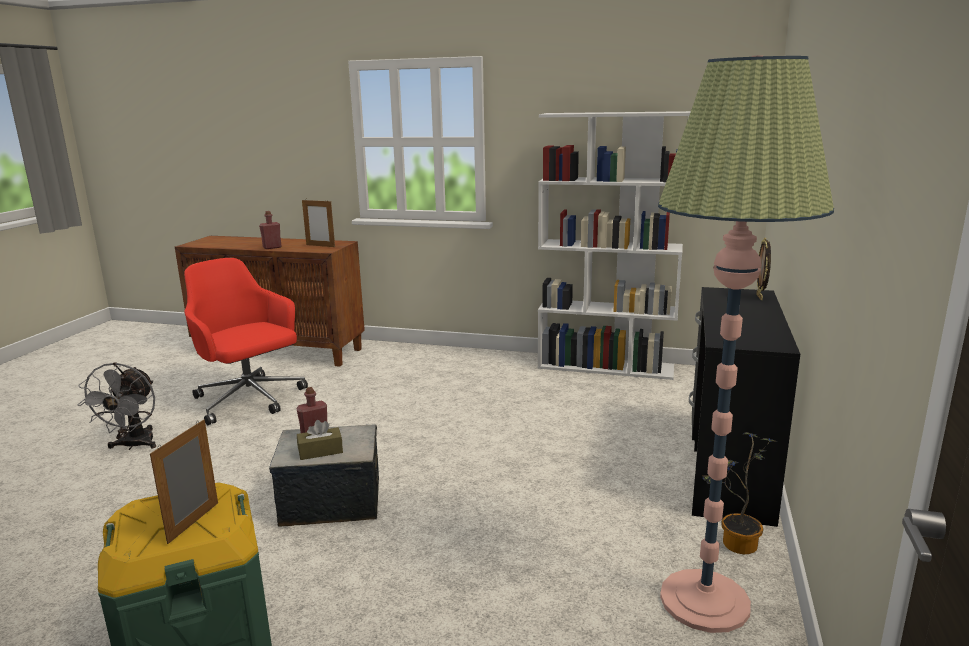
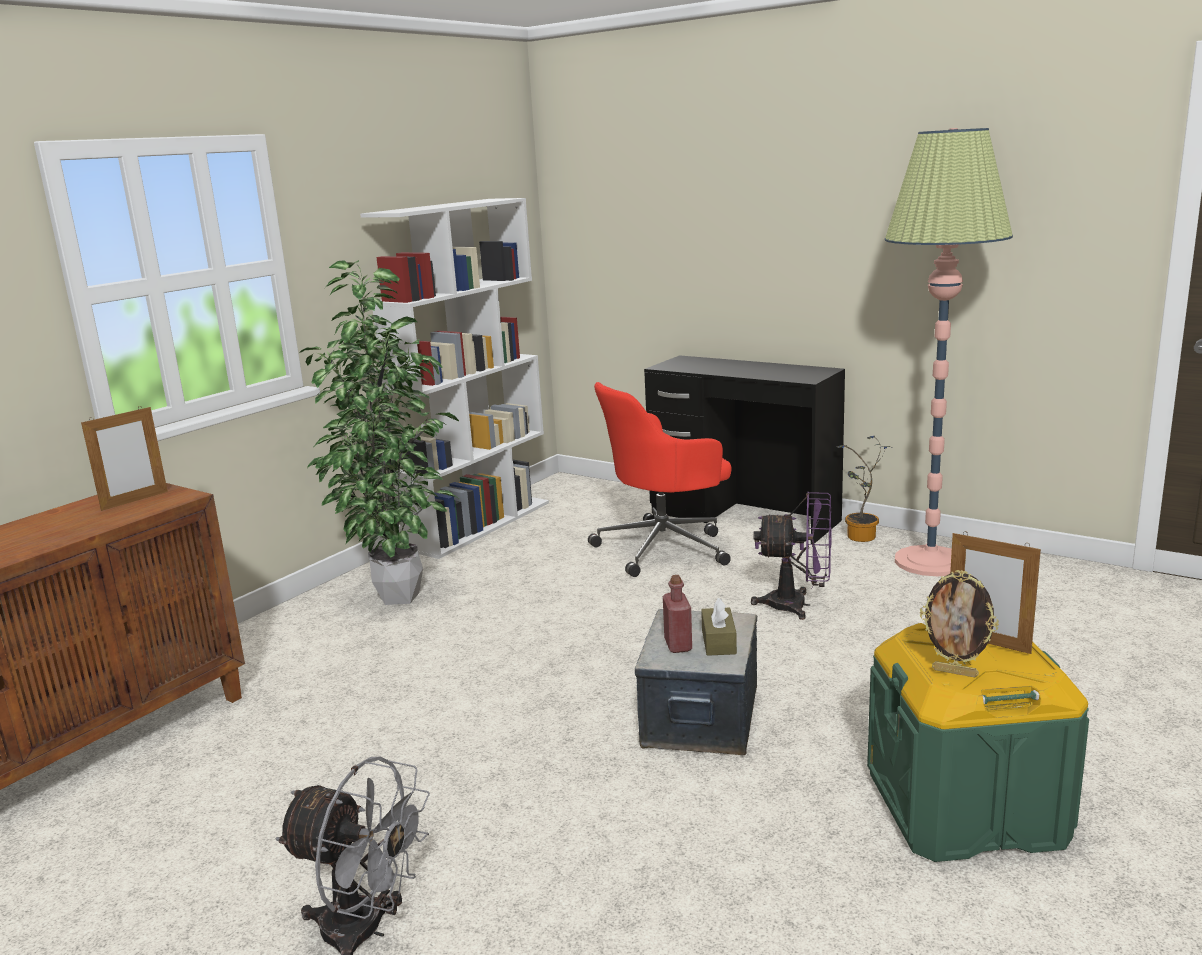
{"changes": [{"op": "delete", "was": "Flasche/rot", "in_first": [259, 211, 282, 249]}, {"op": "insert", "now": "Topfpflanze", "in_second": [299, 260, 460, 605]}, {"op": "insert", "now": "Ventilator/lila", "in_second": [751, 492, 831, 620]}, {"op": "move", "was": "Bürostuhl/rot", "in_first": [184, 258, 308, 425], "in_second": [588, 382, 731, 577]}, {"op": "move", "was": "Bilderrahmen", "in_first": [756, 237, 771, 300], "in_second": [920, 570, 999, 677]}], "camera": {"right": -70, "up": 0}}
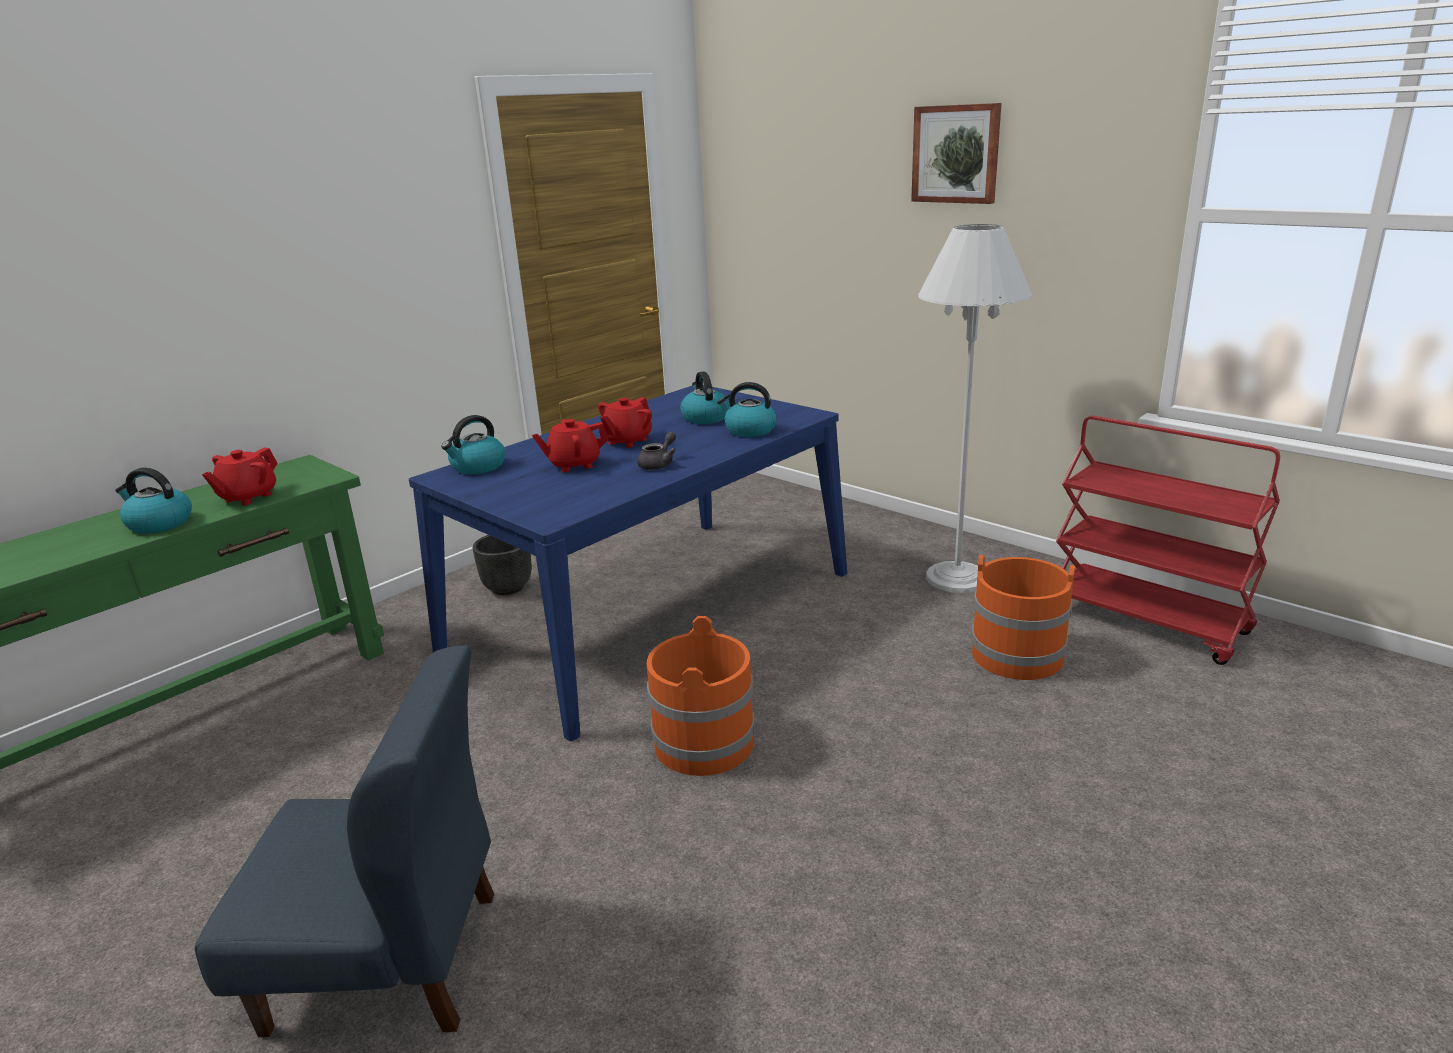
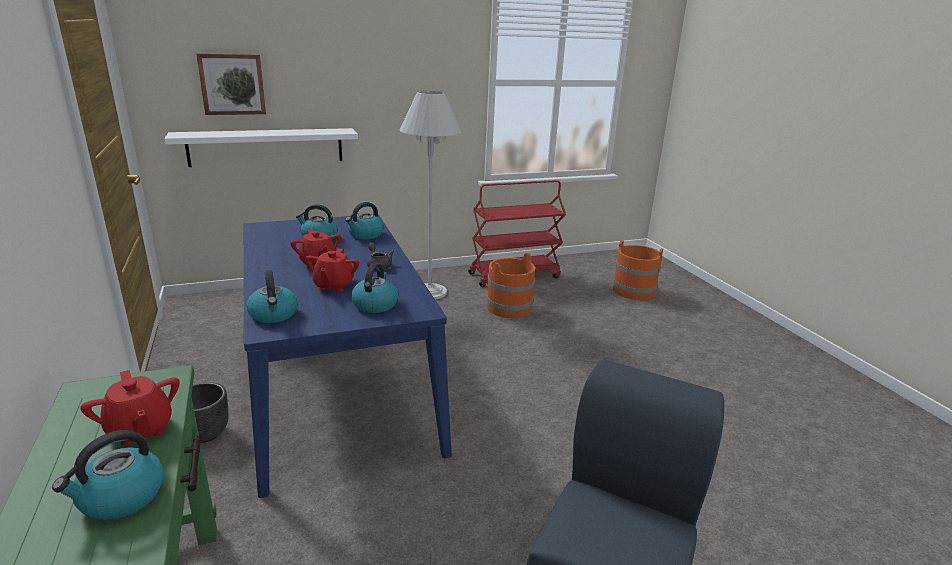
{"changes": [{"op": "insert", "now": "Wandregal/weiß", "in_second": [164, 128, 358, 167]}, {"op": "insert", "now": "Wasserkessel", "in_second": [351, 263, 398, 313]}, {"op": "move", "was": "Eimer/orange", "in_first": [647, 616, 755, 776], "in_second": [613, 240, 663, 300]}, {"op": "move", "was": "Bild", "in_first": [911, 103, 1001, 204], "in_second": [197, 53, 266, 115]}], "camera": {"right": -65, "up": 0}}
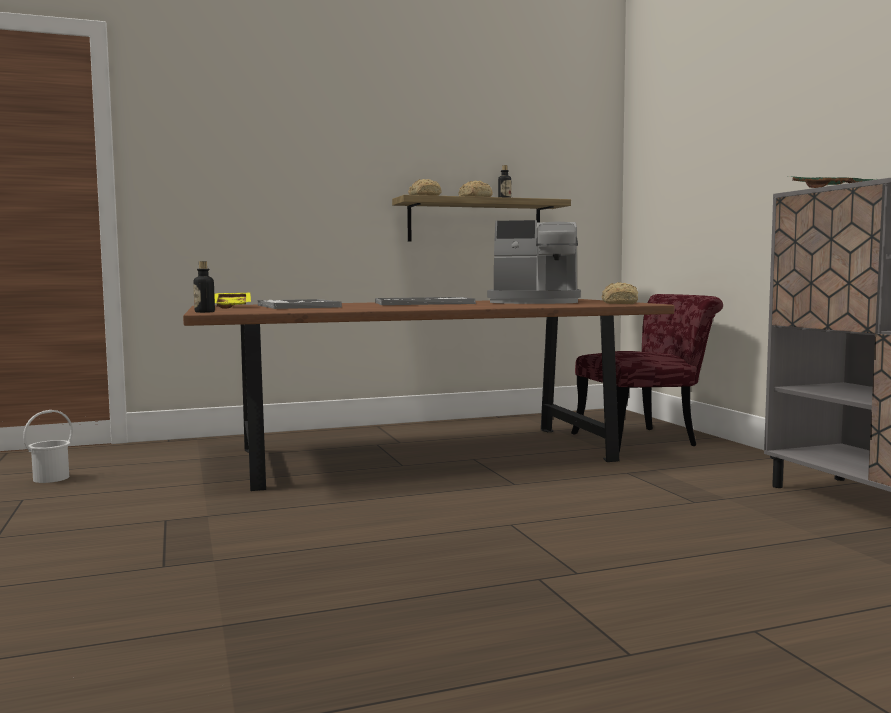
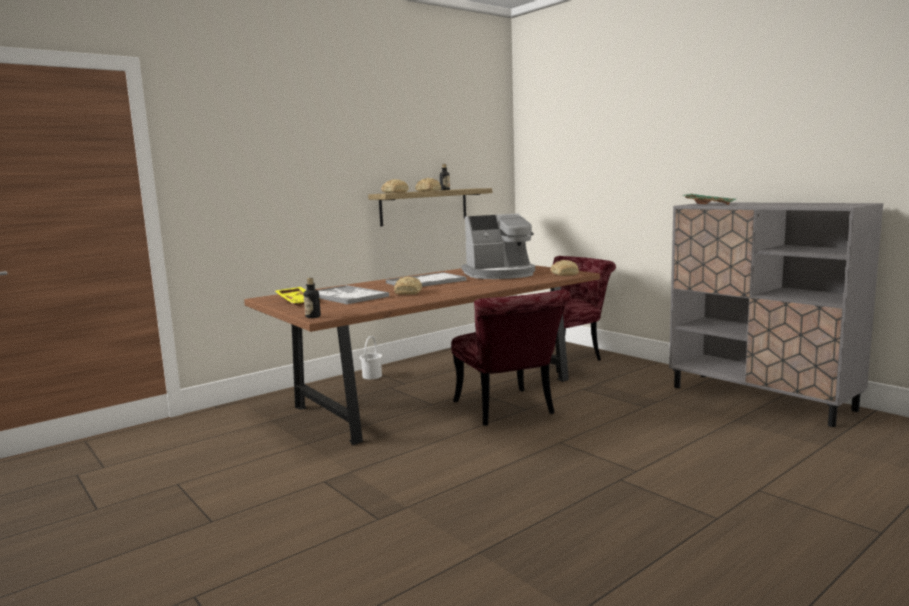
{"changes": [{"op": "insert", "now": "Brot", "in_second": [394, 276, 422, 295]}, {"op": "insert", "now": "Stuhl/rot", "in_second": [451, 290, 571, 426]}, {"op": "move", "was": "Eimer/weiß", "in_first": [23, 410, 73, 483], "in_second": [359, 336, 382, 379]}], "camera": {"right": -20, "up": 5}}
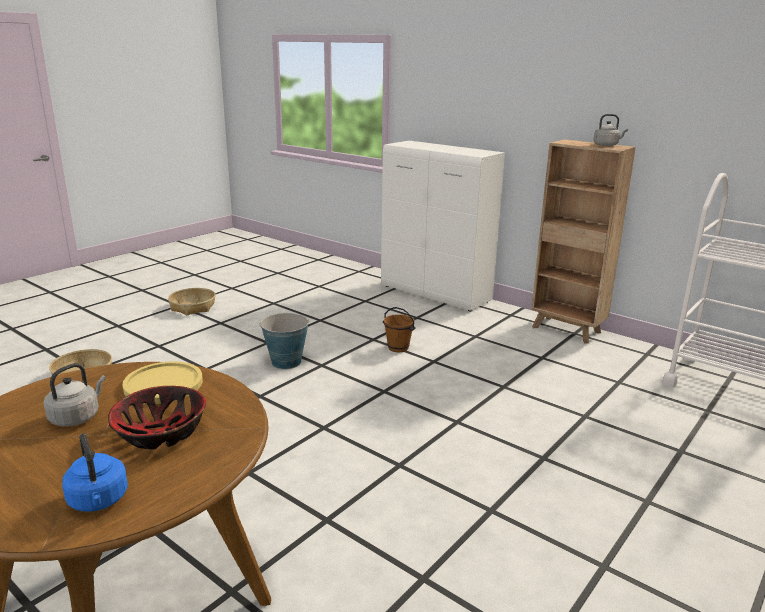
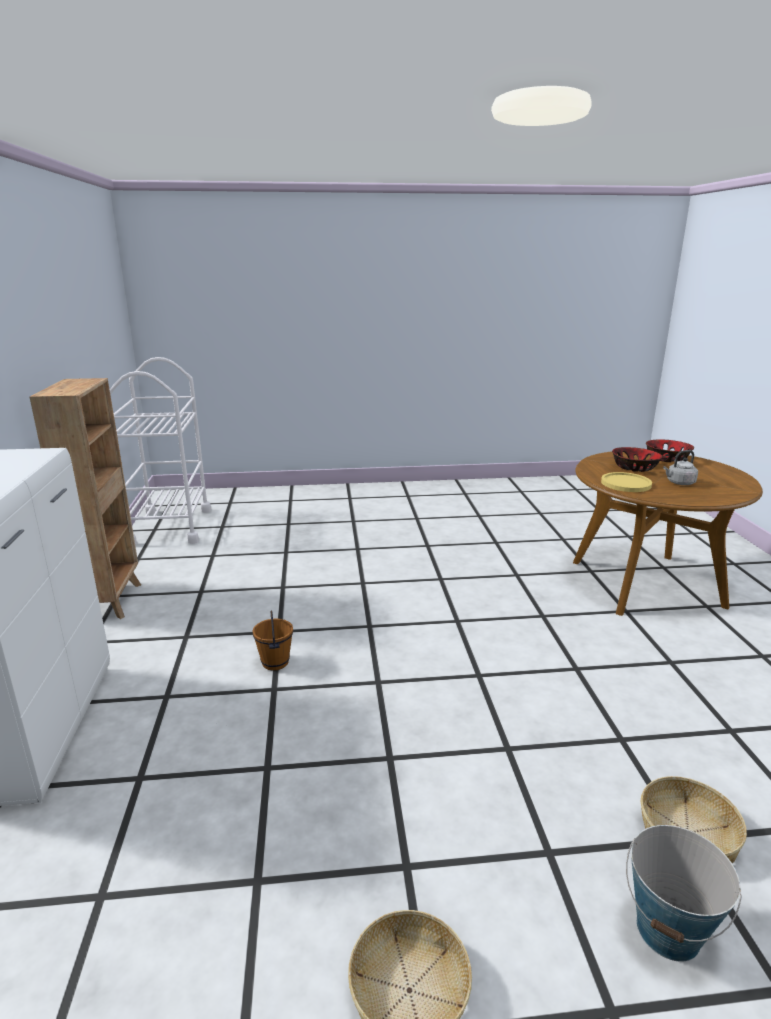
{"changes": [{"op": "delete", "was": "Wasserkessel/grau", "in_first": [593, 114, 628, 146]}, {"op": "move", "was": "Eimer", "in_first": [260, 313, 309, 369], "in_second": [626, 825, 742, 962]}, {"op": "replace", "was": "Wasserkessel/blau", "now": "Schüssel", "in_first": [62, 433, 128, 512], "in_second": [646, 439, 694, 462]}], "camera": {"right": -135, "up": 0}}
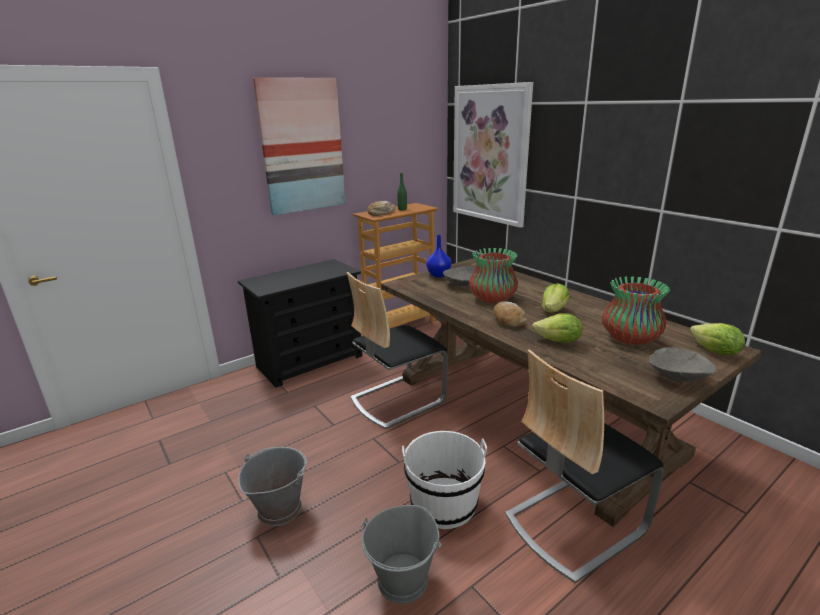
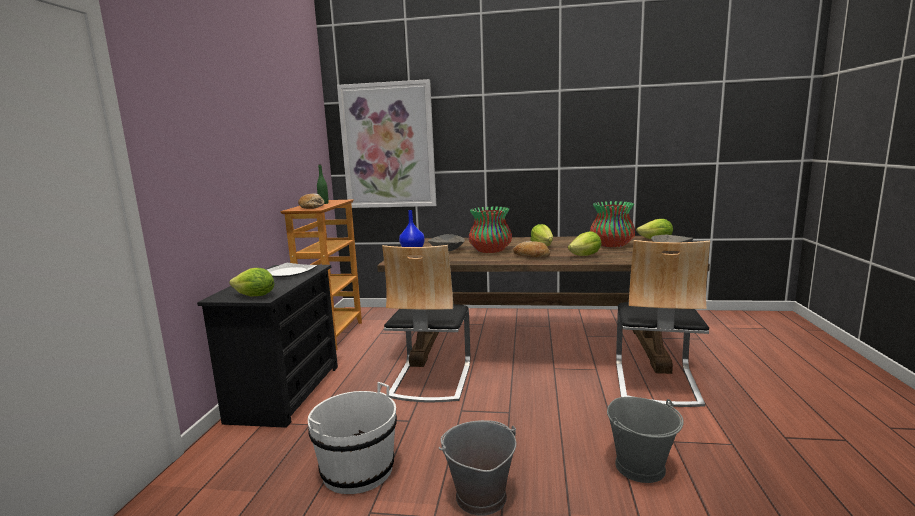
{"changes": [{"op": "delete", "was": "Bild", "in_first": [253, 77, 346, 215]}, {"op": "insert", "now": "Salatkopf", "in_second": [229, 268, 275, 296]}, {"op": "insert", "now": "Teller", "in_second": [267, 263, 317, 277]}, {"op": "move", "was": "Eimer/weiß", "in_first": [402, 431, 487, 529], "in_second": [308, 382, 397, 494]}], "camera": {"right": -45, "up": -10}}
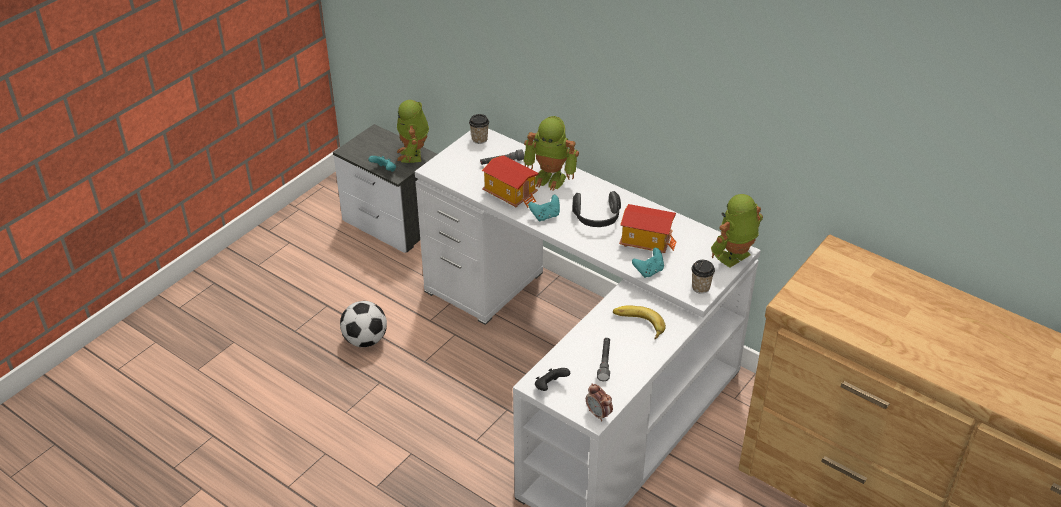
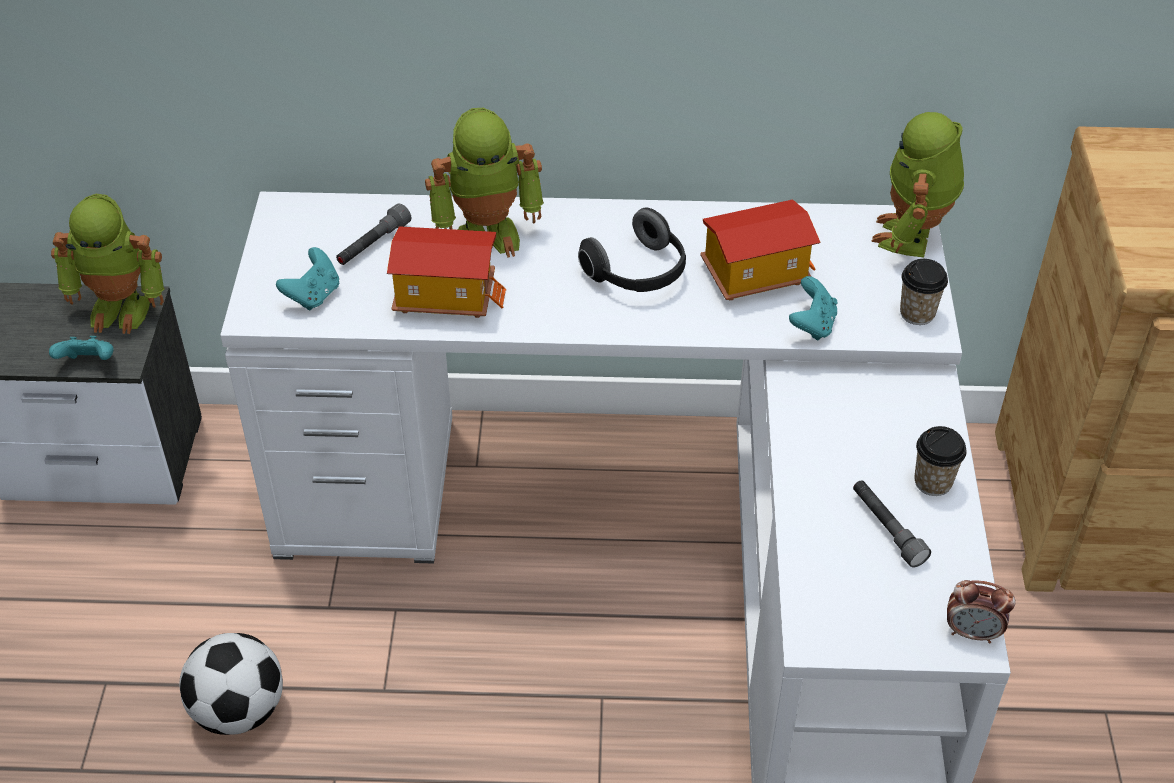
{"changes": [{"op": "delete", "was": "Gamepad/schwarz", "in_first": [535, 368, 570, 391]}, {"op": "delete", "was": "Banane", "in_first": [613, 305, 666, 339]}, {"op": "move", "was": "Tasse", "in_first": [469, 114, 489, 144], "in_second": [914, 426, 967, 496]}, {"op": "move", "was": "Gamepad/türkis", "in_first": [528, 195, 560, 221], "in_second": [276, 247, 339, 311]}, {"op": "rotate", "was": "Spielzeugroboter", "in_first": [397, 100, 429, 163], "in_second": [51, 194, 164, 334], "clockwise": -45}], "camera": {"right": -35, "up": 5}}
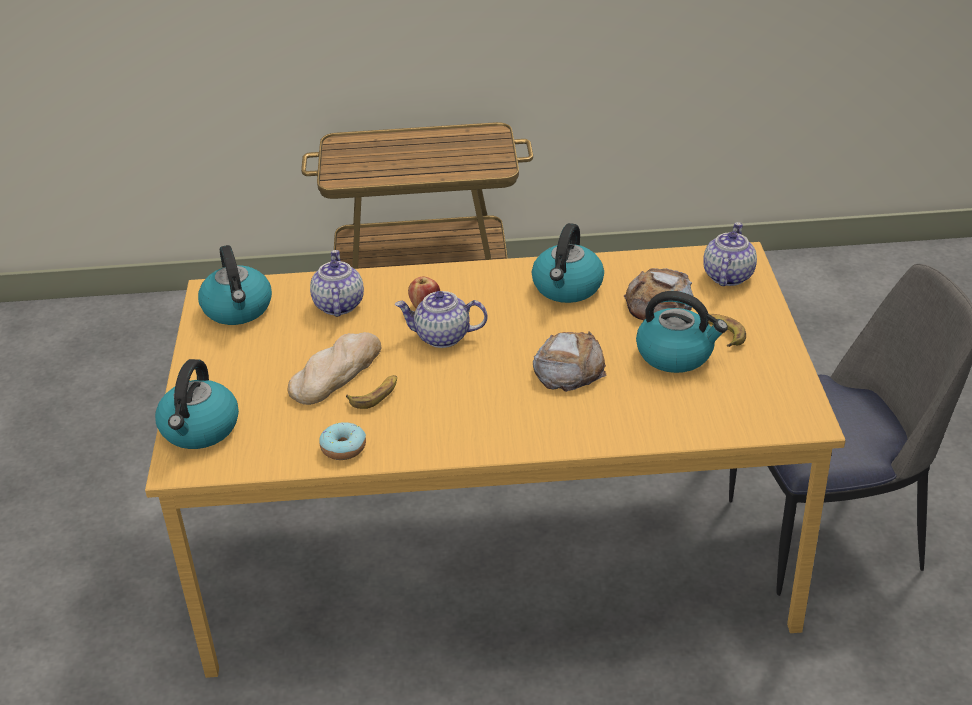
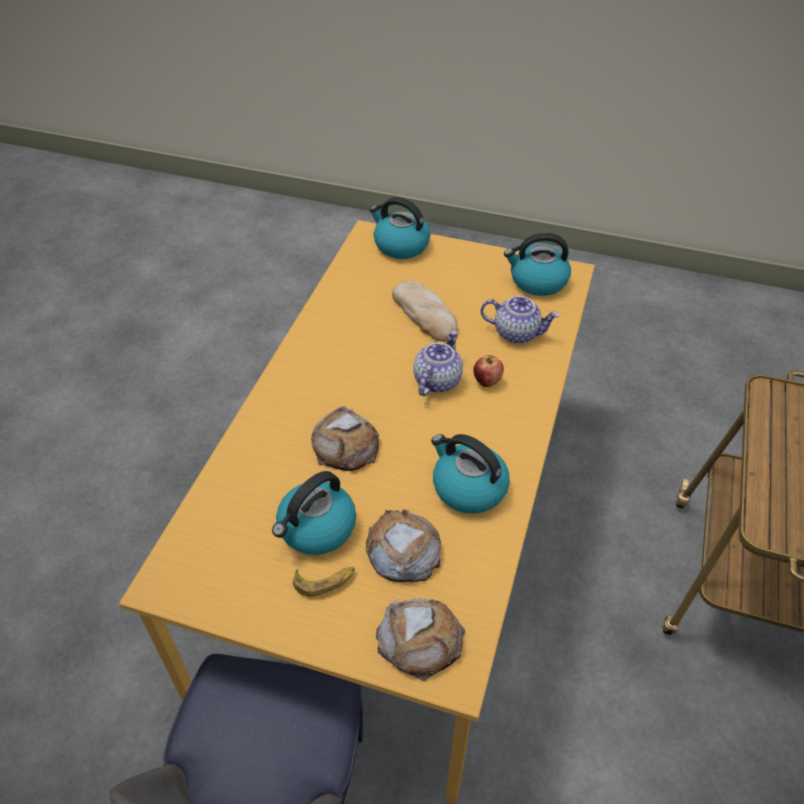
{"changes": [{"op": "delete", "was": "Donut", "in_first": [319, 422, 366, 460]}, {"op": "delete", "was": "Banane", "in_first": [346, 375, 397, 409]}, {"op": "replace", "was": "Teekanne", "now": "Brot", "in_first": [703, 222, 757, 286], "in_second": [376, 599, 465, 681]}], "camera": {"right": 110, "up": 10}}
